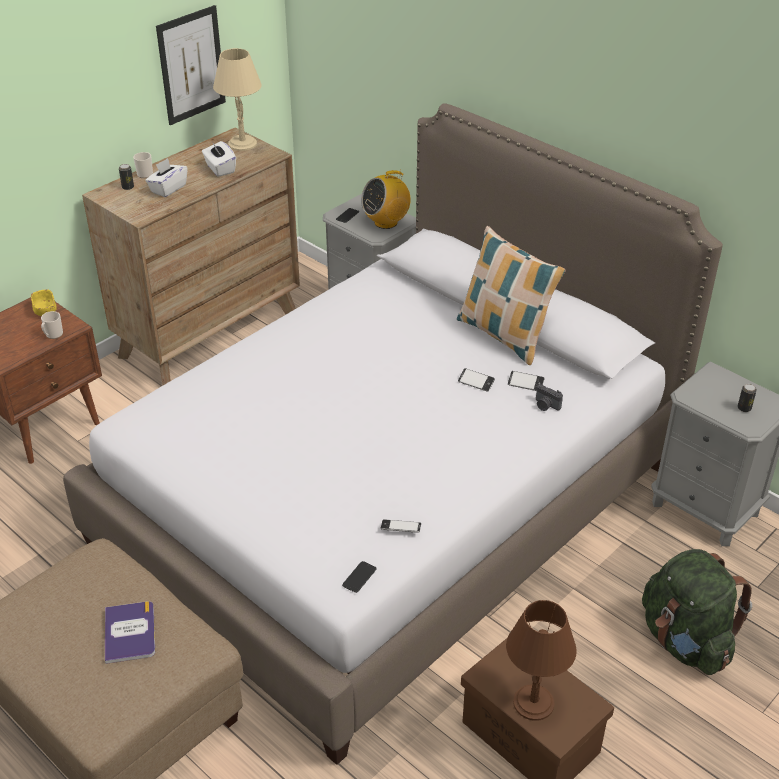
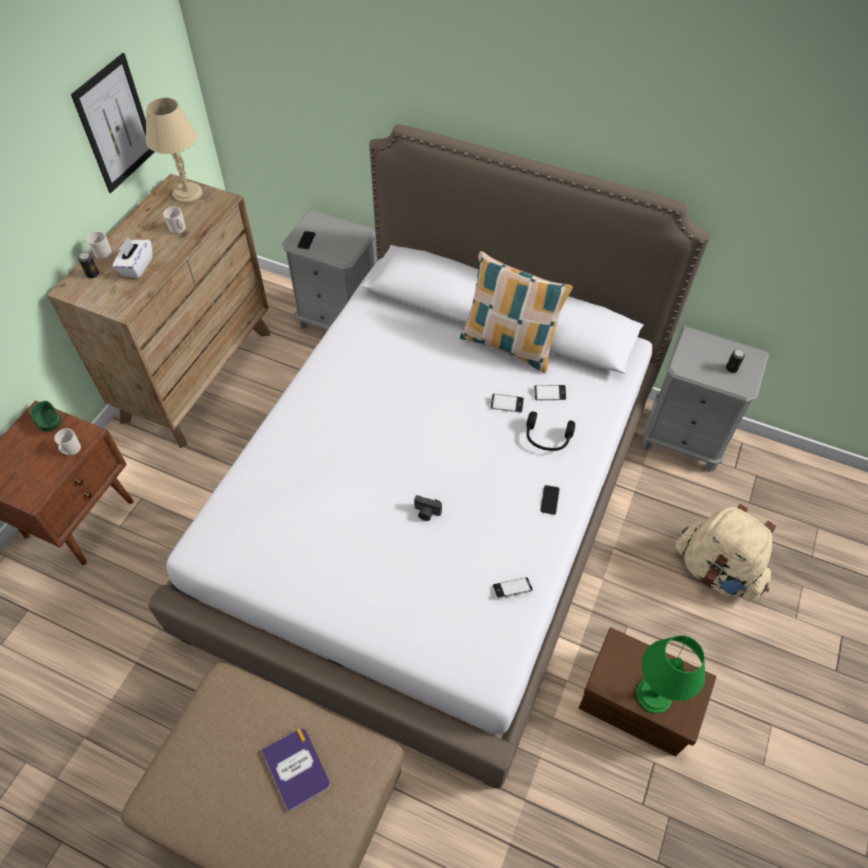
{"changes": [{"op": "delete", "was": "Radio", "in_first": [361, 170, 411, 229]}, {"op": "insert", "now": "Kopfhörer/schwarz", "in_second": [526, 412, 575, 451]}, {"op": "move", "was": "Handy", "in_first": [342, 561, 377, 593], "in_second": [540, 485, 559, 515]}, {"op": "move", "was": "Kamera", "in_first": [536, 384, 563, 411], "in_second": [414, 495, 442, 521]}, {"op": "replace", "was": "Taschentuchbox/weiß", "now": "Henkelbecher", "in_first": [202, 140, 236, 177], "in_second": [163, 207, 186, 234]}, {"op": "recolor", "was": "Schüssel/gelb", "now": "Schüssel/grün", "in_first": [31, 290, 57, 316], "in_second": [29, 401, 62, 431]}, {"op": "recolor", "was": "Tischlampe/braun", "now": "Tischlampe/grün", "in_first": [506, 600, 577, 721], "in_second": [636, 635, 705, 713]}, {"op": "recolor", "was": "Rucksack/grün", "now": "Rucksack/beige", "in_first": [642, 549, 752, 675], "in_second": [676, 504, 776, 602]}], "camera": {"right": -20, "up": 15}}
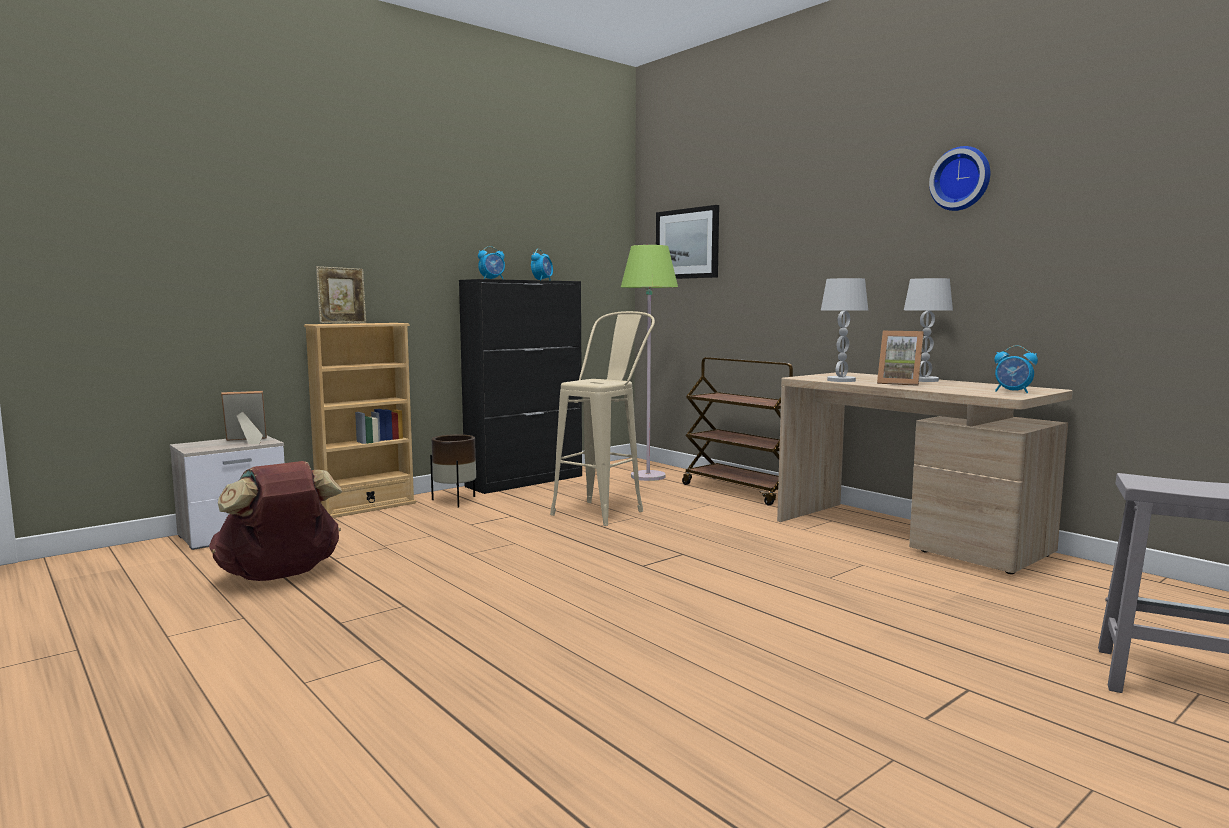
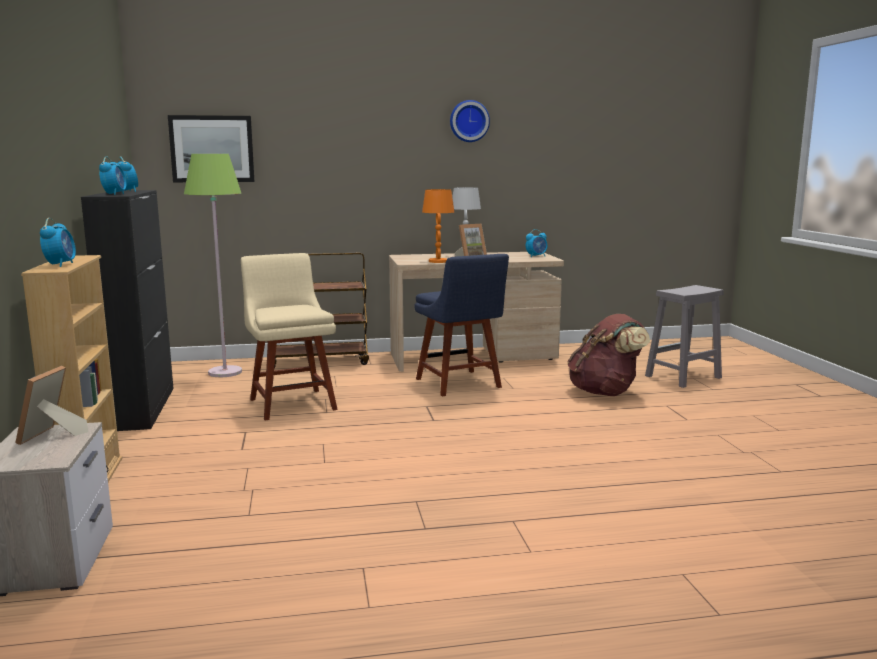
{"changes": [{"op": "delete", "was": "Pflanzkübel/braun", "in_first": [430, 434, 476, 508]}, {"op": "insert", "now": "Stuhl/blau", "in_second": [414, 254, 509, 396]}, {"op": "move", "was": "Rucksack/braun", "in_first": [209, 461, 342, 581], "in_second": [567, 314, 650, 396]}, {"op": "replace", "was": "Bilderrahmen", "now": "Wecker", "in_first": [316, 266, 366, 324], "in_second": [40, 218, 76, 267]}, {"op": "replace", "was": "Hocker/beige", "now": "Stuhl/beige", "in_first": [550, 311, 655, 526], "in_second": [241, 253, 338, 421]}, {"op": "recolor", "was": "Tischlampe/weiß", "now": "Tischlampe/orange", "in_first": [821, 278, 868, 382], "in_second": [422, 189, 454, 263]}], "camera": {"right": -60, "up": 5}}
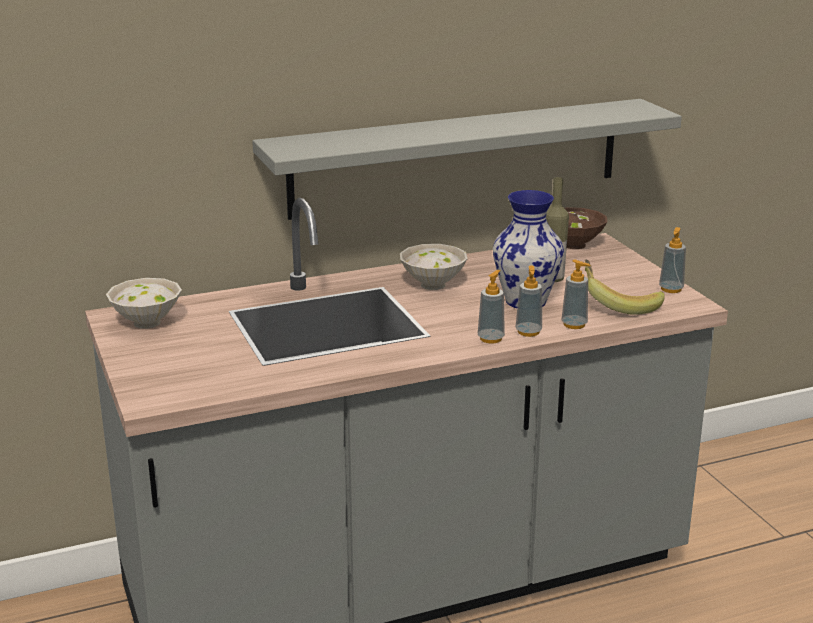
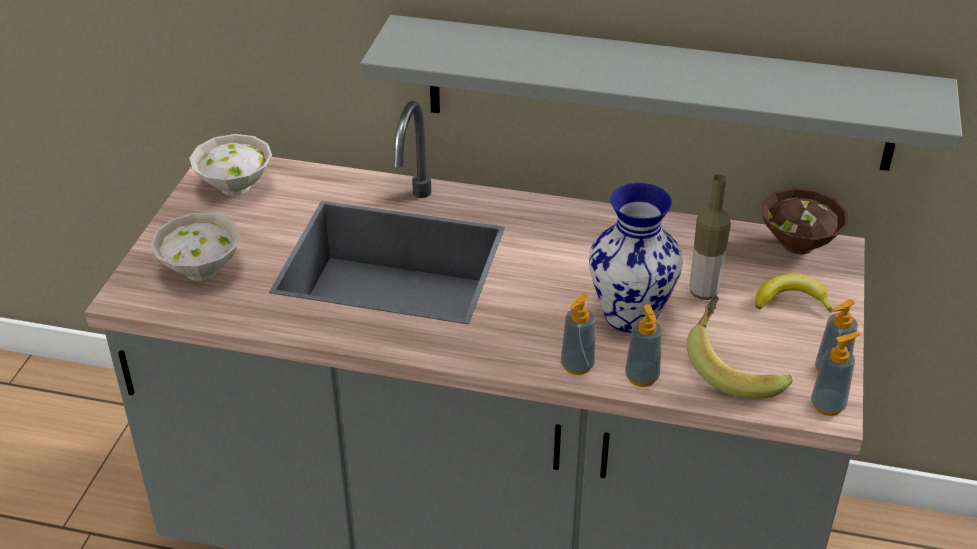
{"changes": [{"op": "insert", "now": "Banane", "in_second": [755, 274, 833, 313]}, {"op": "move", "was": "Schüssel/weiß", "in_first": [400, 244, 468, 290], "in_second": [150, 213, 241, 281]}, {"op": "move", "was": "Seifenspender", "in_first": [478, 270, 505, 343], "in_second": [811, 332, 860, 416]}], "camera": {"right": 35, "up": 15}}
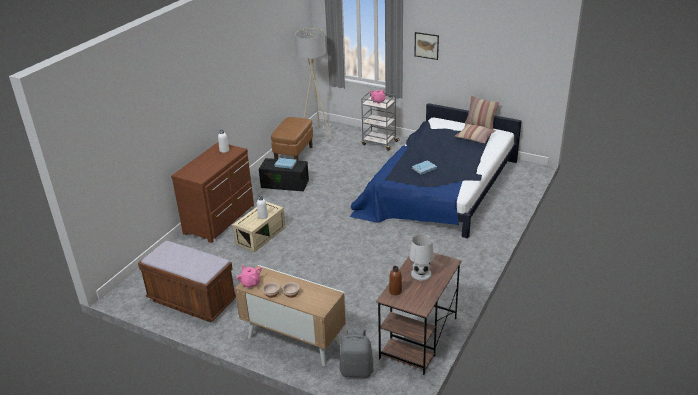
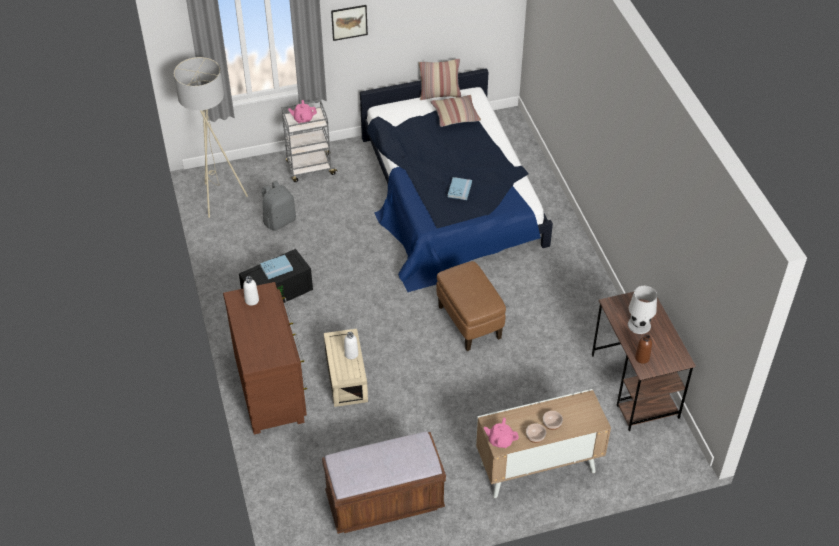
{"changes": [{"op": "move", "was": "Polsterhocker/braun", "in_first": [271, 117, 313, 160], "in_second": [436, 261, 506, 351]}, {"op": "move", "was": "Rucksack/grau", "in_first": [339, 329, 374, 378], "in_second": [262, 180, 296, 231]}], "camera": {"right": -45, "up": 15}}
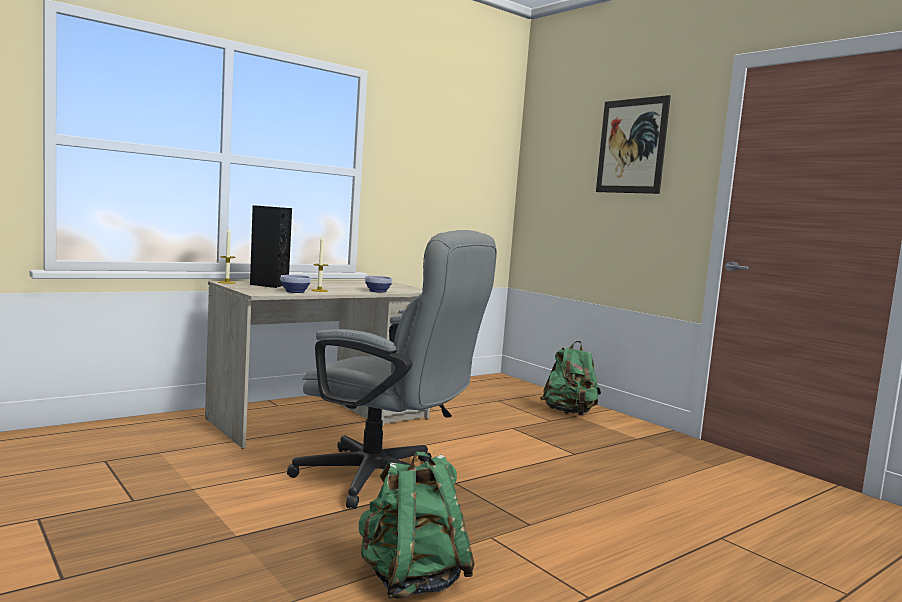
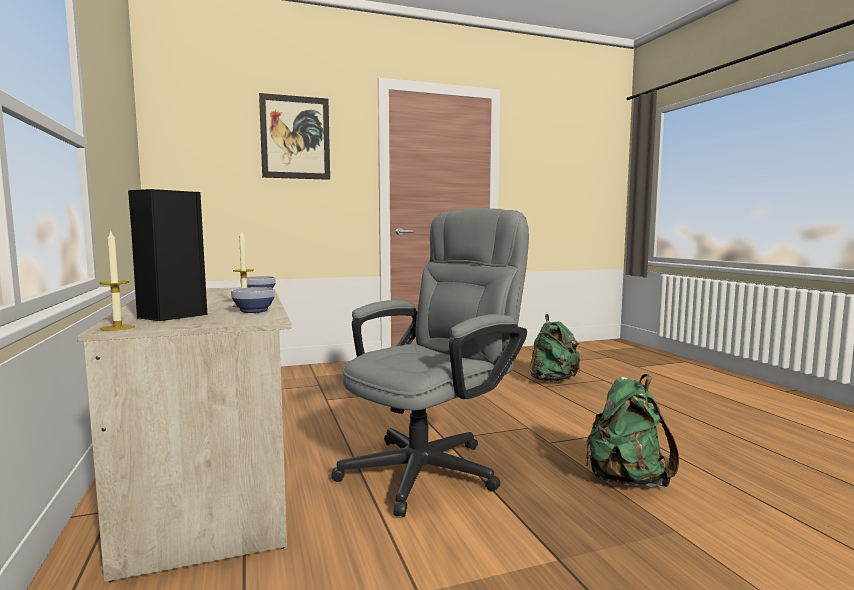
{"changes": [{"op": "move", "was": "Rucksack/grün", "in_first": [540, 341, 601, 415], "in_second": [530, 314, 580, 382]}], "camera": {"right": -70, "up": 0}}
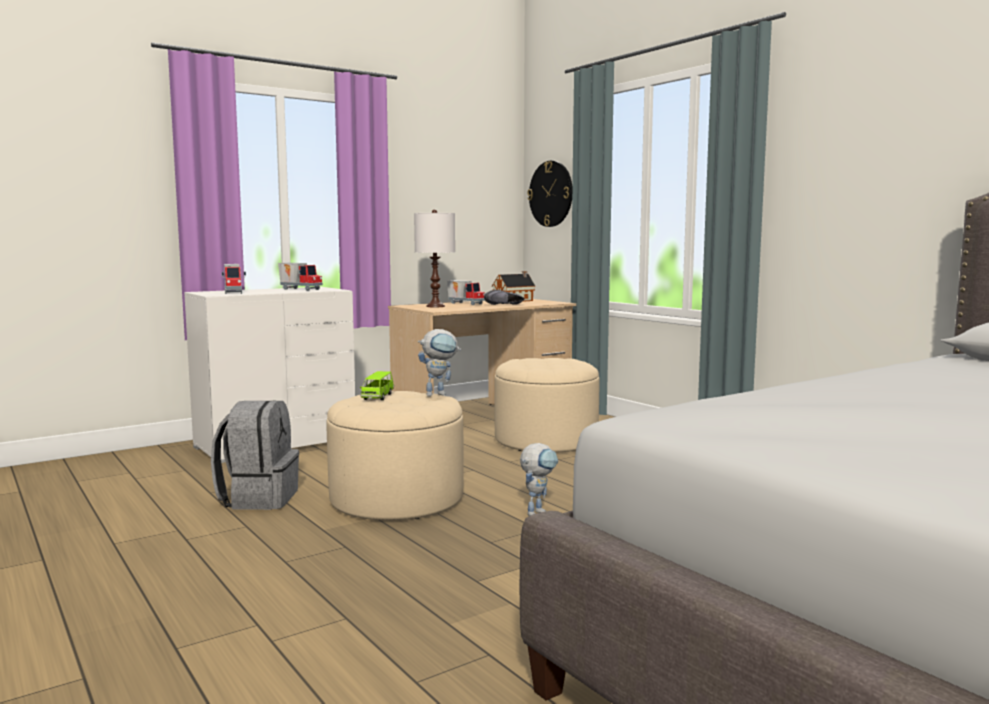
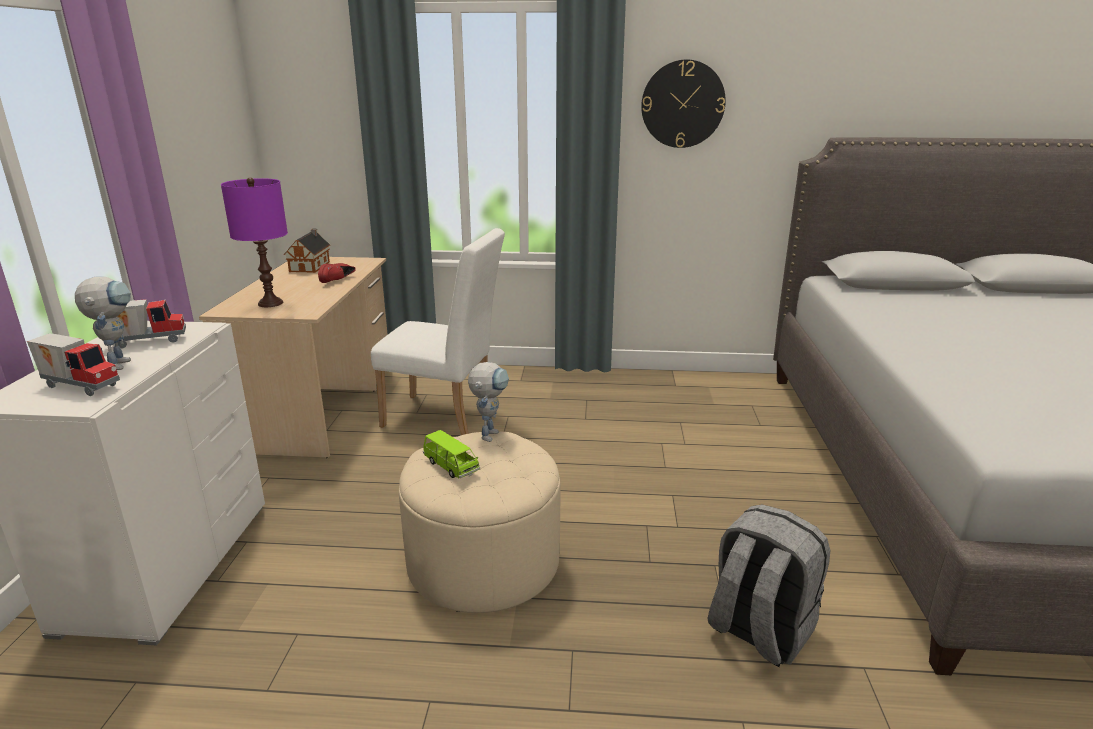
{"changes": [{"op": "delete", "was": "Spielzeuglaster", "in_first": [447, 280, 485, 305]}, {"op": "move", "was": "Rucksack/grau", "in_first": [211, 400, 299, 510], "in_second": [708, 504, 830, 667]}, {"op": "move", "was": "Spielzeugroboter", "in_first": [520, 443, 558, 516], "in_second": [75, 276, 131, 370]}, {"op": "move", "was": "Wanduhr", "in_first": [528, 161, 572, 227], "in_second": [641, 60, 726, 148]}, {"op": "replace", "was": "Polsterhocker/beige", "now": "Stuhl/weiß", "in_first": [495, 358, 600, 453], "in_second": [371, 228, 505, 435]}, {"op": "recolor", "was": "Tischlampe/weiß", "now": "Tischlampe/lila", "in_first": [414, 210, 455, 307], "in_second": [221, 177, 288, 307]}, {"op": "recolor", "was": "Schuh/schwarz", "now": "Schuh/rot", "in_first": [484, 290, 524, 305], "in_second": [318, 263, 356, 283]}], "camera": {"right": -50, "up": 15}}
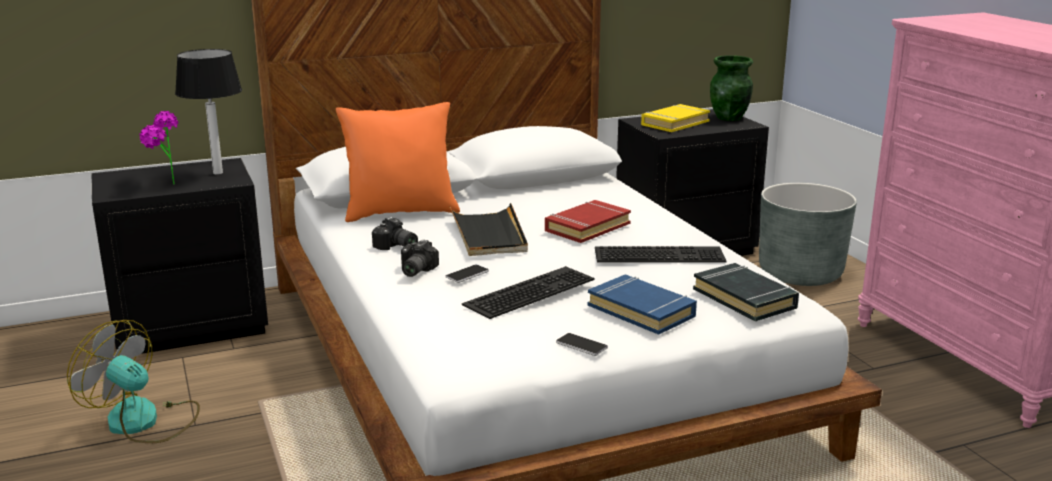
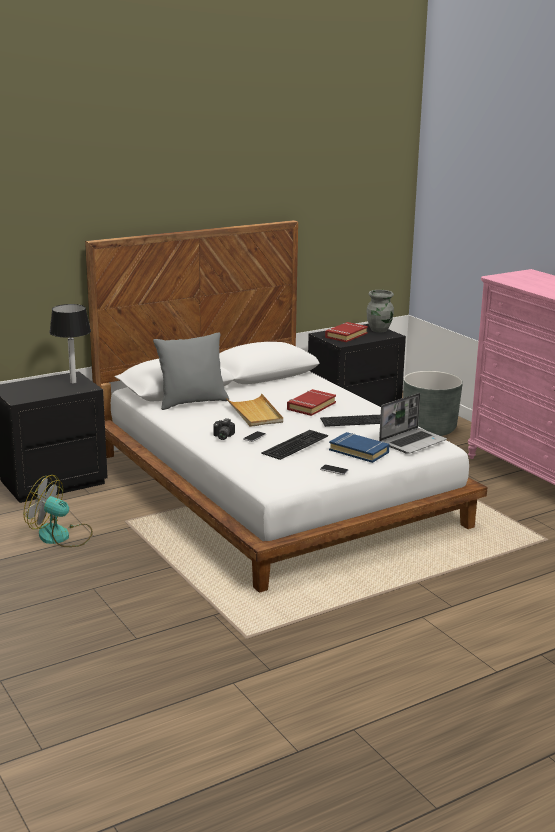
{"changes": [{"op": "delete", "was": "Topfpflanze", "in_first": [139, 111, 178, 185]}, {"op": "delete", "was": "Kamera", "in_first": [372, 217, 418, 250]}, {"op": "replace", "was": "Buch/schwarz", "now": "Laptop", "in_first": [693, 263, 799, 321], "in_second": [379, 393, 447, 454]}, {"op": "recolor", "was": "Kissen/orange", "now": "Kissen/grau", "in_first": [336, 102, 460, 222], "in_second": [153, 332, 229, 410]}, {"op": "recolor", "was": "Tablett/schwarz", "now": "Tablett/beige", "in_first": [450, 203, 528, 256], "in_second": [226, 393, 283, 427]}, {"op": "recolor", "was": "Buch/gelb", "now": "Buch/rot", "in_first": [641, 104, 710, 132], "in_second": [325, 322, 368, 342]}, {"op": "recolor", "was": "Vase/grün", "now": "Vase/grau", "in_first": [710, 55, 753, 121], "in_second": [367, 290, 394, 332]}], "camera": {"right": -10, "up": 0}}
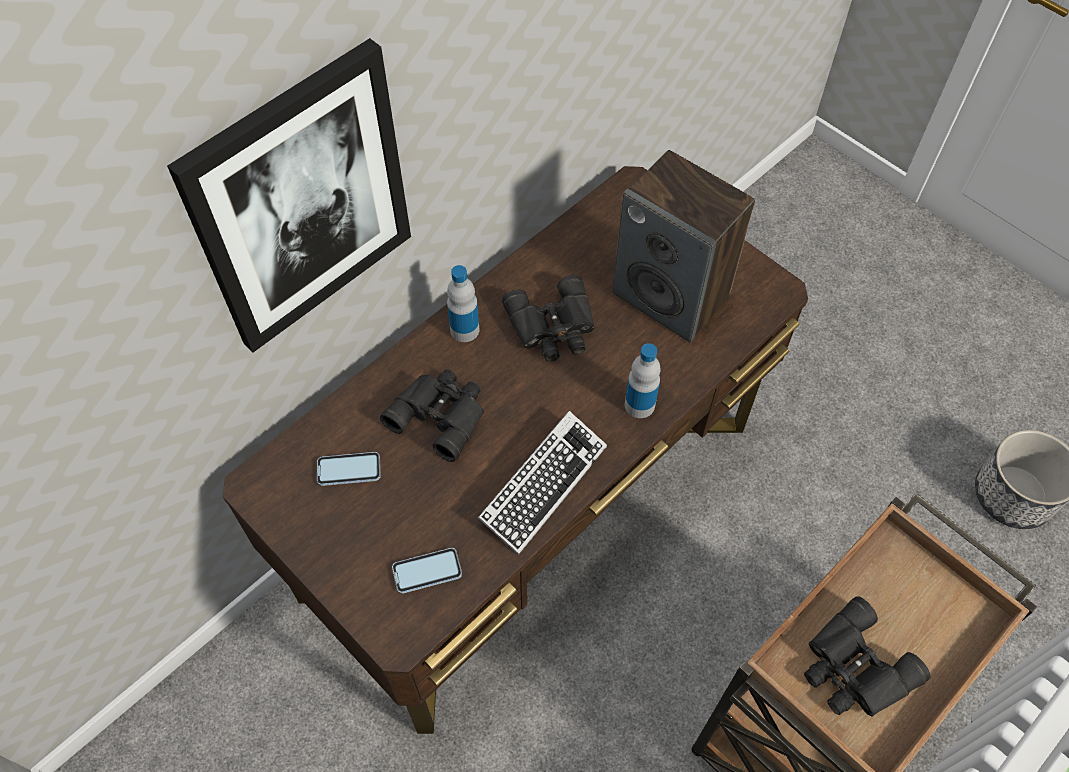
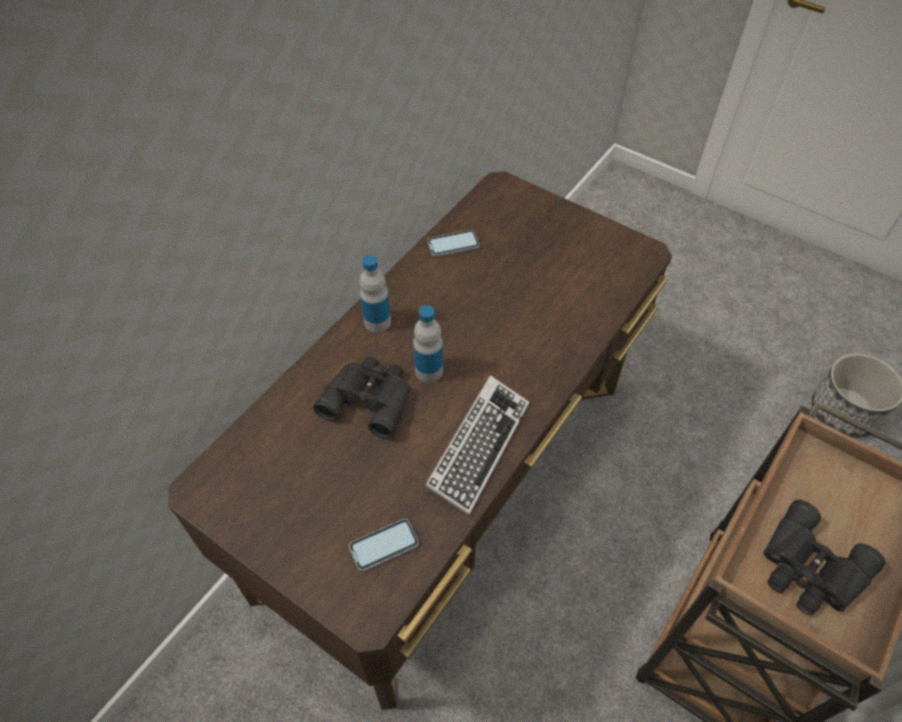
{"changes": [{"op": "delete", "was": "Bild", "in_first": [167, 38, 411, 352]}, {"op": "delete", "was": "Fernglas/schwarz", "in_first": [502, 275, 595, 362]}, {"op": "delete", "was": "Lautsprecher", "in_first": [613, 150, 755, 343]}, {"op": "move", "was": "Handy", "in_first": [317, 452, 381, 486], "in_second": [428, 230, 480, 257]}, {"op": "move", "was": "Flasche", "in_first": [625, 343, 661, 418], "in_second": [413, 305, 443, 382]}], "camera": {"right": -10, "up": -5}}
